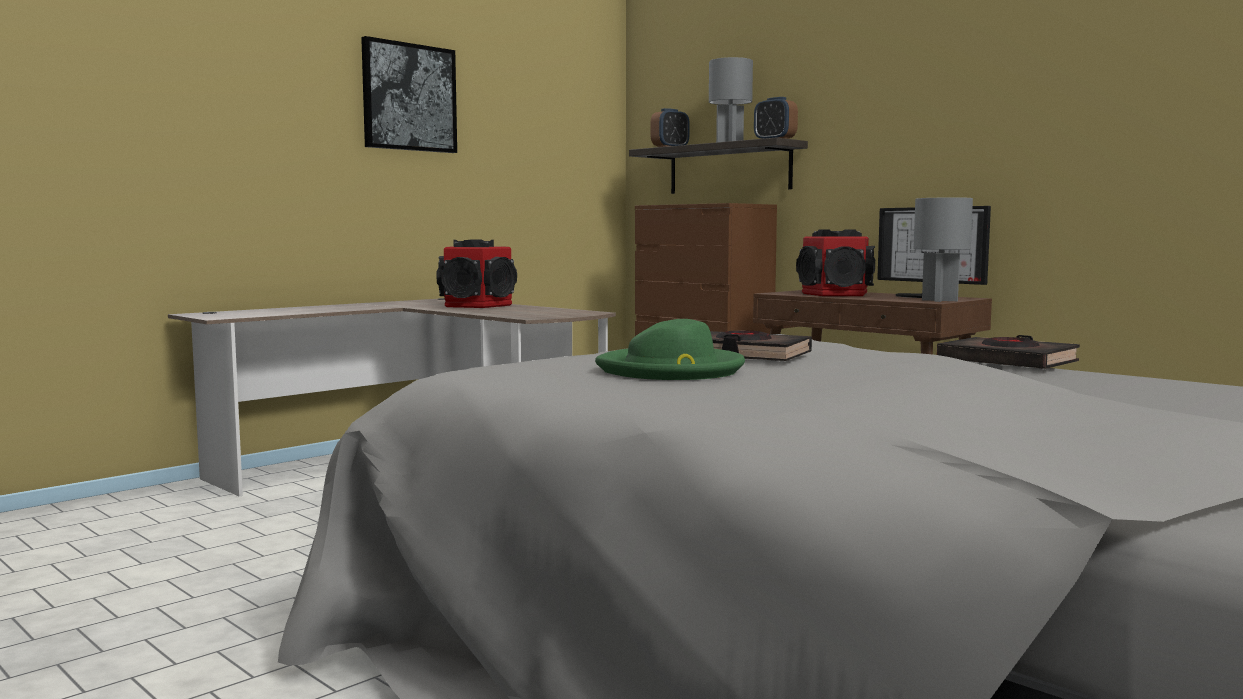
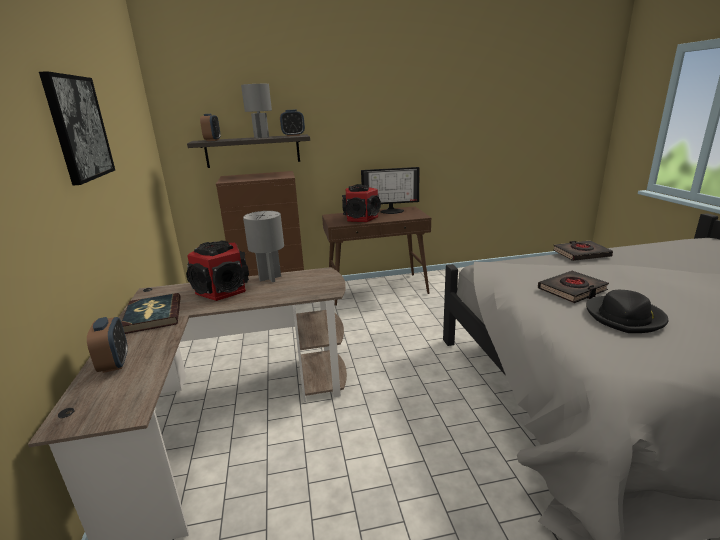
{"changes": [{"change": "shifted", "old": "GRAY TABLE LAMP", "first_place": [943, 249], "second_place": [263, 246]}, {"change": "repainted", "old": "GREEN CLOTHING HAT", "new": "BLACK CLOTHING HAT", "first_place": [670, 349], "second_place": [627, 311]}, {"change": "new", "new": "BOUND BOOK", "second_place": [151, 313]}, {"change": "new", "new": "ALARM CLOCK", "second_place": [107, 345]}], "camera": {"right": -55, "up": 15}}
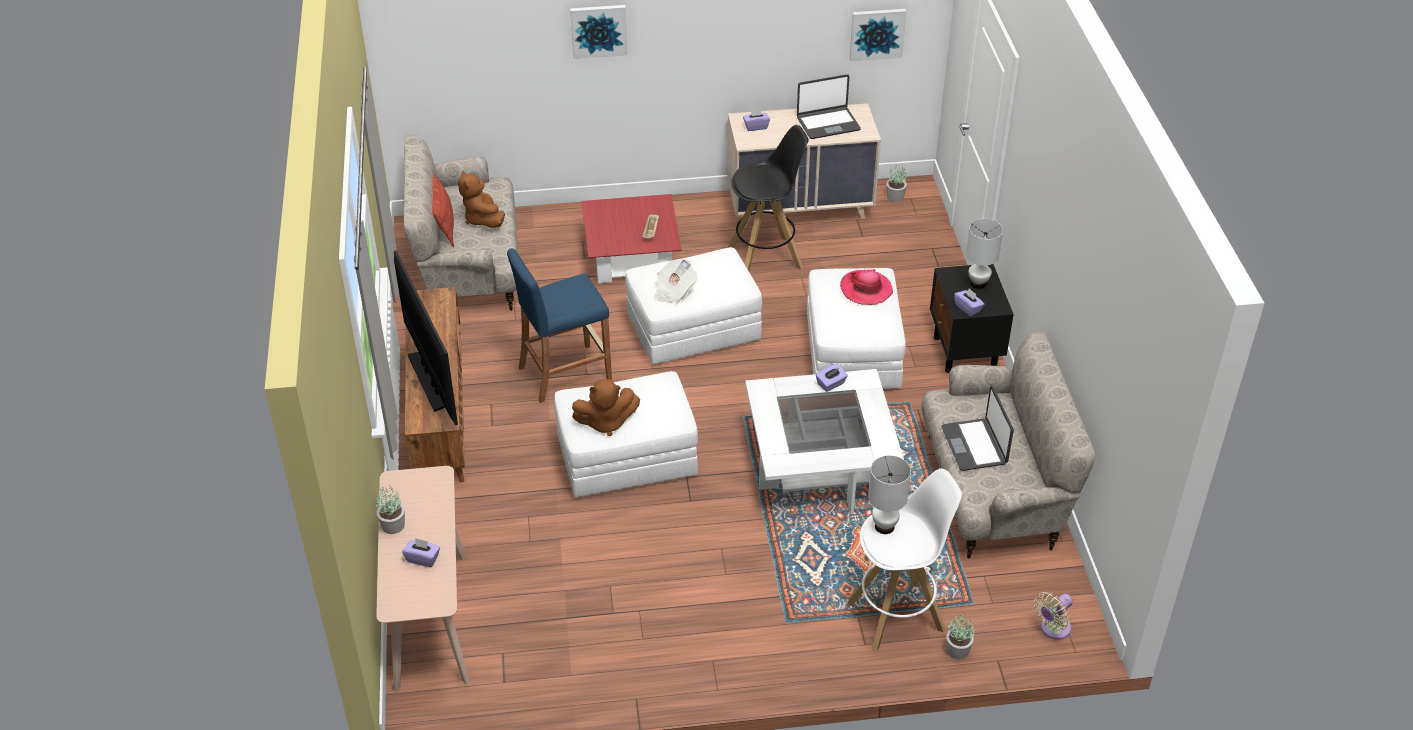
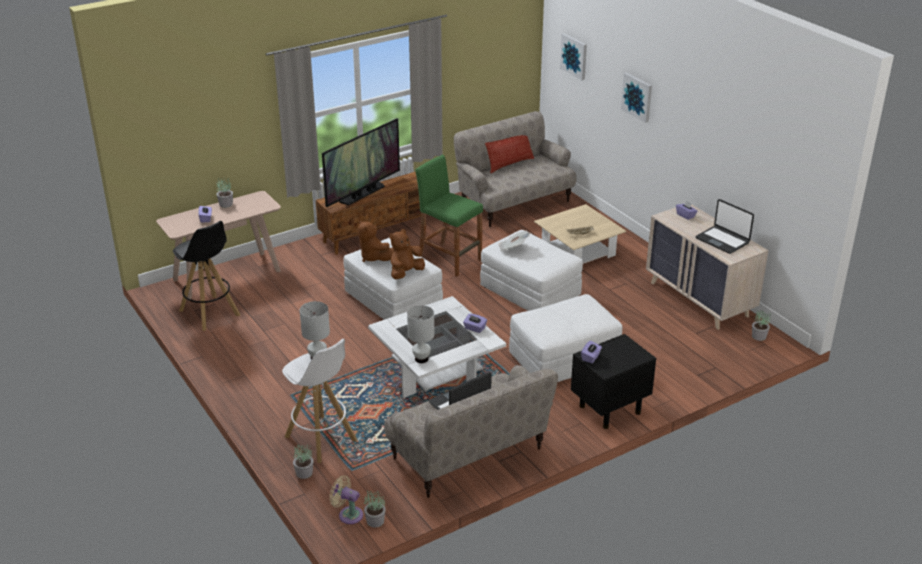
{"changes": [{"change": "shifted", "old": "PICTURE", "first_place": [878, 35], "second_place": [573, 56]}, {"change": "shifted", "old": "BLACK STOOL", "first_place": [768, 198], "second_place": [206, 276]}, {"change": "shifted", "old": "BROWN-COLOURED CUDDLY TOY", "first_place": [481, 199], "second_place": [407, 254]}, {"change": "repainted", "old": "REDDISH LOUNGE TABLE", "new": "SAND-COLOURED LOUNGE TABLE", "first_place": [631, 238], "second_place": [580, 234]}, {"change": "shifted", "old": "WHITISH TABLE LAMP", "first_place": [984, 254], "second_place": [420, 334]}, {"change": "repainted", "old": "BLUISH STOOL", "new": "GREEN STOOL", "first_place": [559, 325], "second_place": [449, 215]}, {"change": "gone", "old": "CLOTHING HAT", "first_place": [866, 287]}, {"change": "new", "new": "POTTED PLANT", "second_place": [375, 509]}], "camera": {"right": 65, "up": -10}}
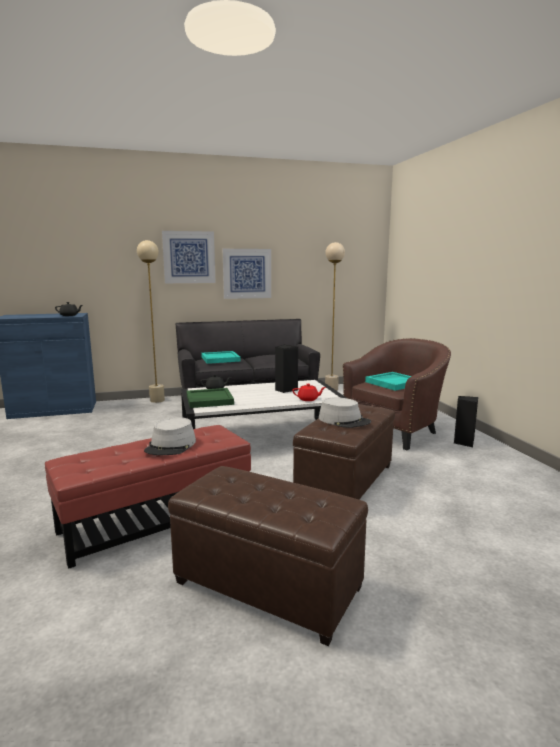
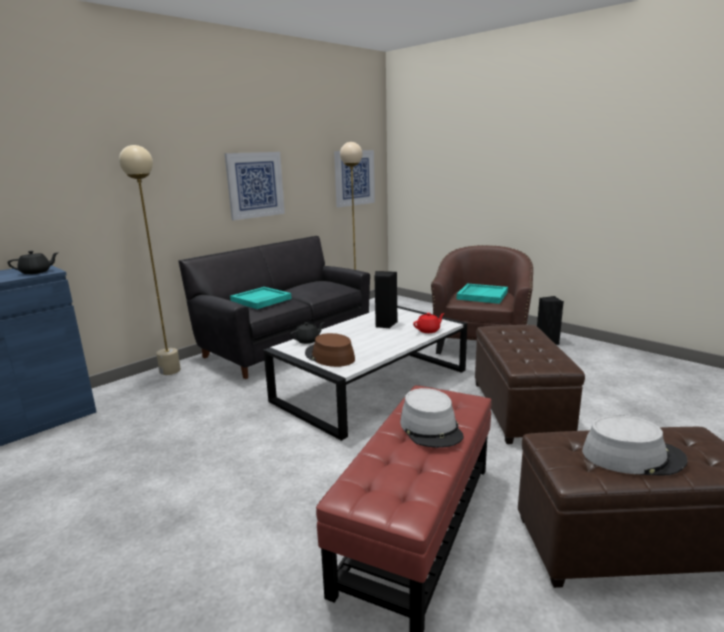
{"changes": [{"change": "shifted", "old": "PICTURE", "first_place": [189, 257], "second_place": [354, 178]}, {"change": "swapped", "old": "GREEN SERVING TRAY", "new": "BROWN-COLOURED CLOTHING HAT", "first_place": [210, 398], "second_place": [330, 350]}, {"change": "shifted", "old": "GRAY CLOTHING HAT", "first_place": [345, 413], "second_place": [635, 446]}], "camera": {"right": -30, "up": 5}}
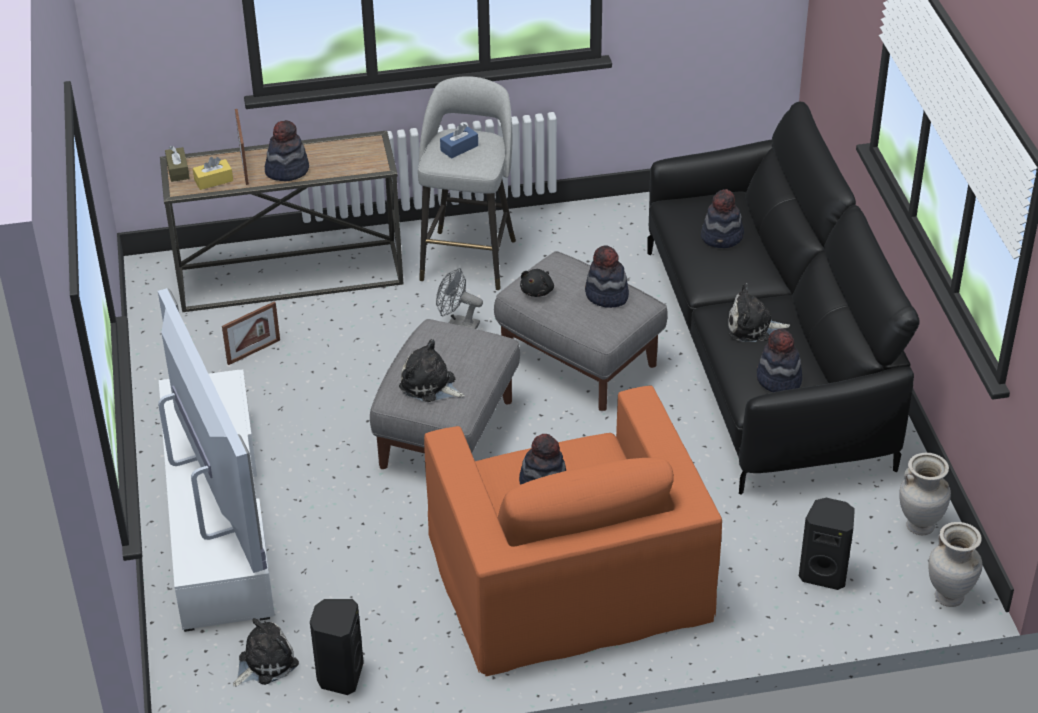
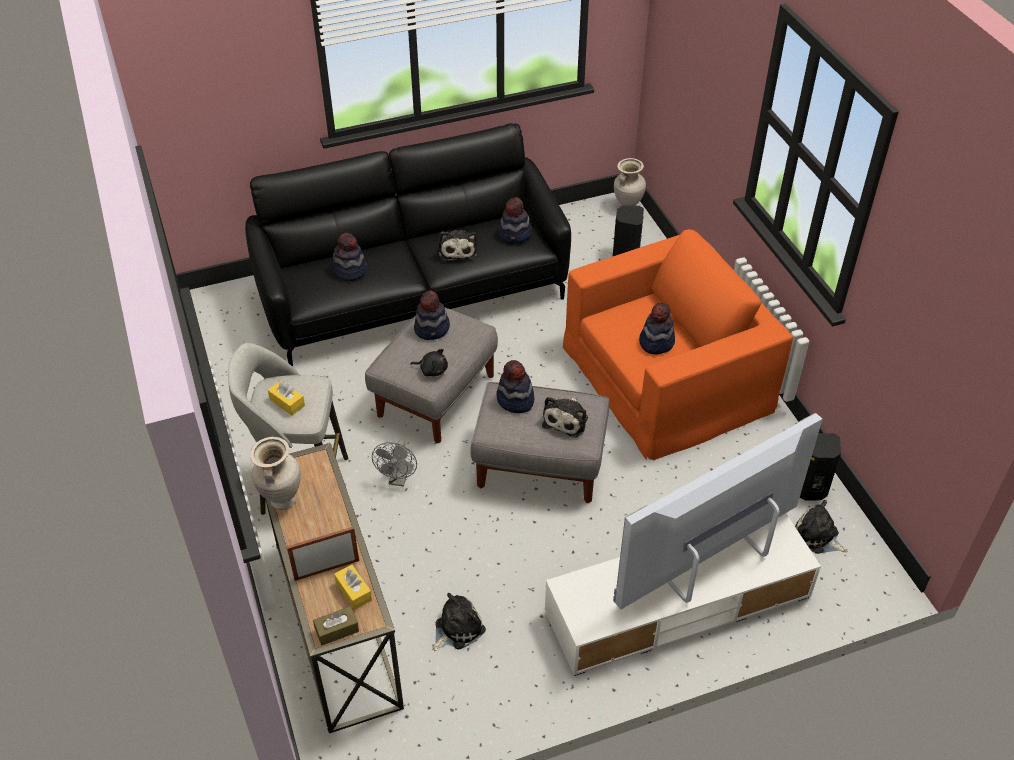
{"changes": [{"change": "shifted", "old": "CLOTHING HAT", "first_place": [287, 150], "second_place": [515, 386]}, {"change": "repainted", "old": "BLUISH TISSUE HOLDER", "new": "YELLOW-COLOURED TISSUE HOLDER", "first_place": [459, 141], "second_place": [286, 398]}, {"change": "swapped", "old": "PHOTO FRAME", "new": "CUDDLY TOY", "first_place": [251, 333], "second_place": [459, 622]}, {"change": "shifted", "old": "SAND-COLOURED DECORATIVE VASE", "first_place": [925, 494], "second_place": [275, 473]}], "camera": {"right": -100, "up": 5}}
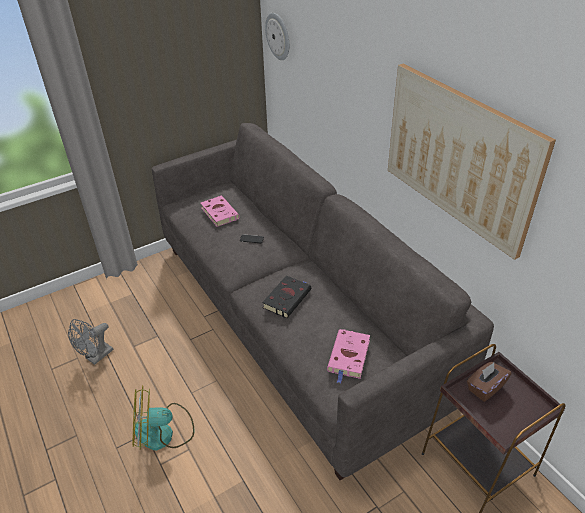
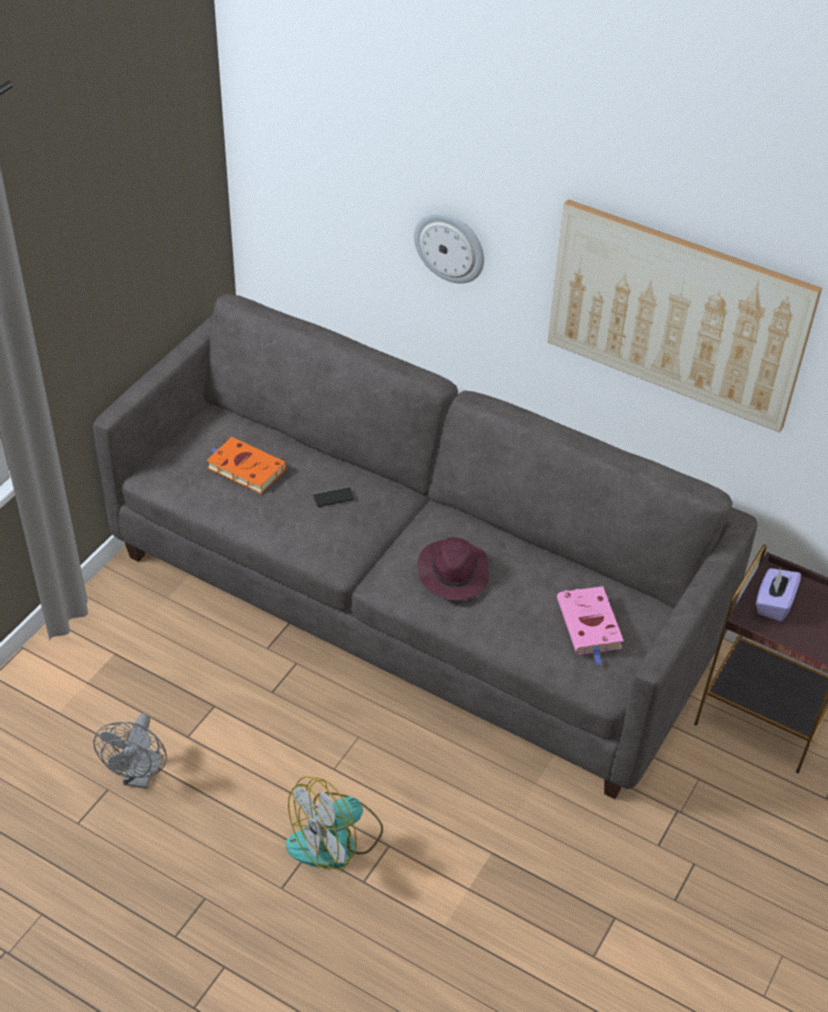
{"changes": [{"change": "shifted", "old": "HANGING CLOCK", "first_place": [277, 36], "second_place": [449, 248]}, {"change": "repainted", "old": "PINK BOUND BOOK", "new": "ORANGEY BOUND BOOK", "first_place": [220, 211], "second_place": [246, 465]}, {"change": "swapped", "old": "BLACK BOUND BOOK", "new": "PURPLE-COLOURED CLOTHING HAT", "first_place": [286, 297], "second_place": [453, 568]}, {"change": "repainted", "old": "BROWN-COLOURED TISSUE HOLDER", "new": "PURPLE-COLOURED TISSUE HOLDER", "first_place": [489, 382], "second_place": [778, 595]}], "camera": {"right": -30, "up": 5}}
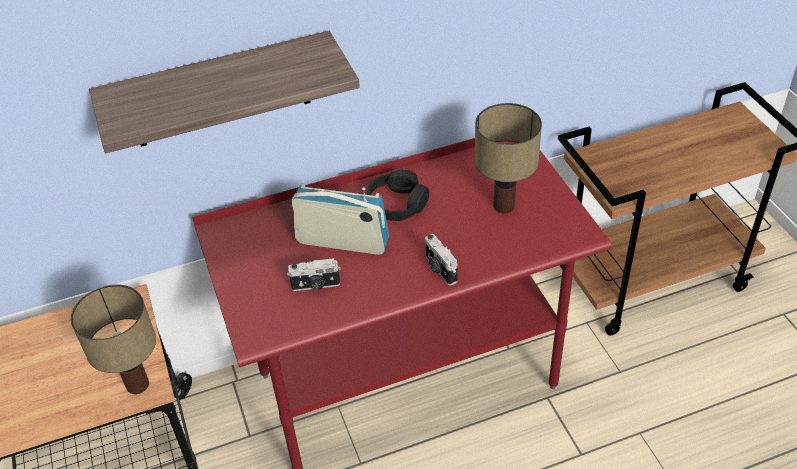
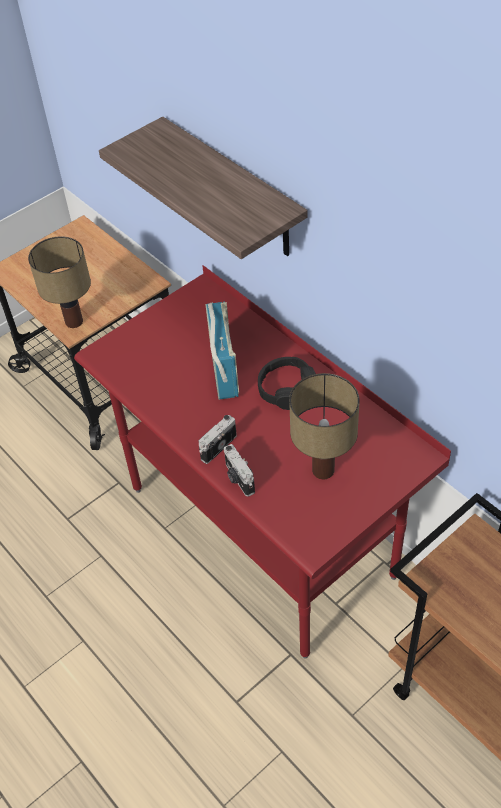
{"changes": [{"change": "shifted", "old": "STILL CAMERA", "first_place": [314, 274], "second_place": [239, 470]}], "camera": {"right": 70, "up": 5}}
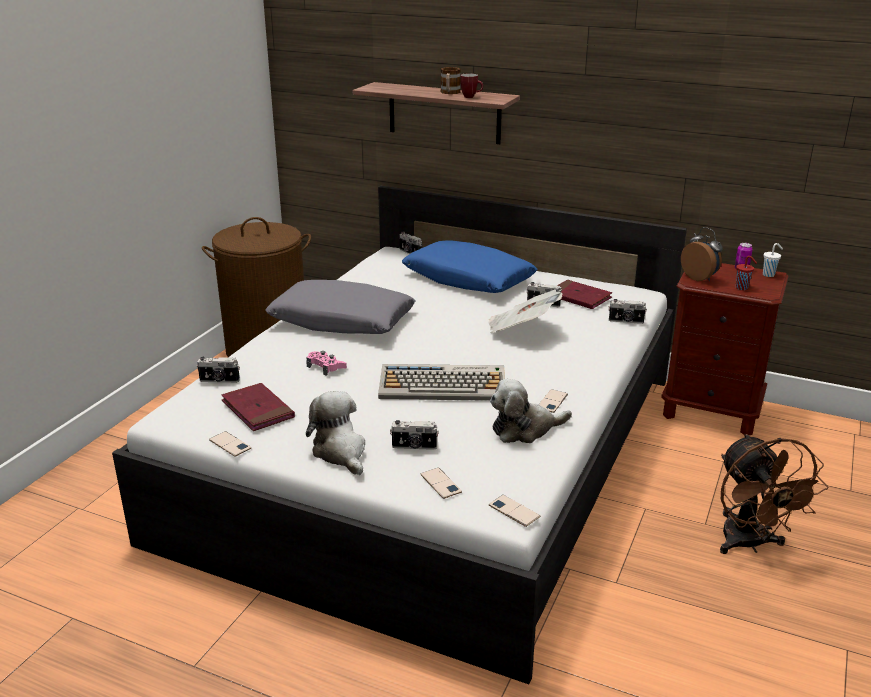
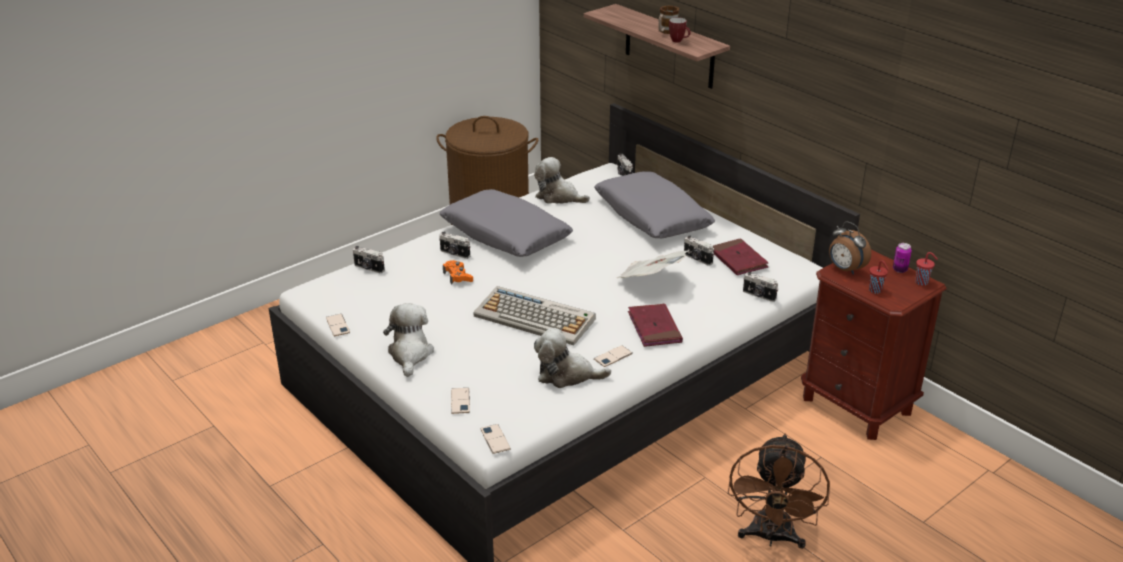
{"changes": [{"change": "rotated", "old": "ALARM CLOCK", "first_place": [702, 254], "second_place": [850, 248], "degrees": 150}, {"change": "repainted", "old": "BLUISH CUSHION", "new": "GRAY CUSHION", "first_place": [470, 267], "second_place": [654, 204]}, {"change": "repainted", "old": "WHITISH DRINKING CUP", "new": "REDDISH DRINKING CUP", "first_place": [773, 260], "second_place": [926, 269]}, {"change": "repainted", "old": "PINK JOYPAD", "new": "ORANGEY JOYPAD", "first_place": [326, 363], "second_place": [458, 272]}, {"change": "shifted", "old": "REDDISH BOUND BOOK", "first_place": [258, 407], "second_place": [655, 325]}, {"change": "shifted", "old": "STILL CAMERA", "first_place": [414, 435], "second_place": [454, 245]}, {"change": "new", "new": "CUDDLY TOY", "second_place": [562, 180]}], "camera": {"right": 25, "up": 5}}
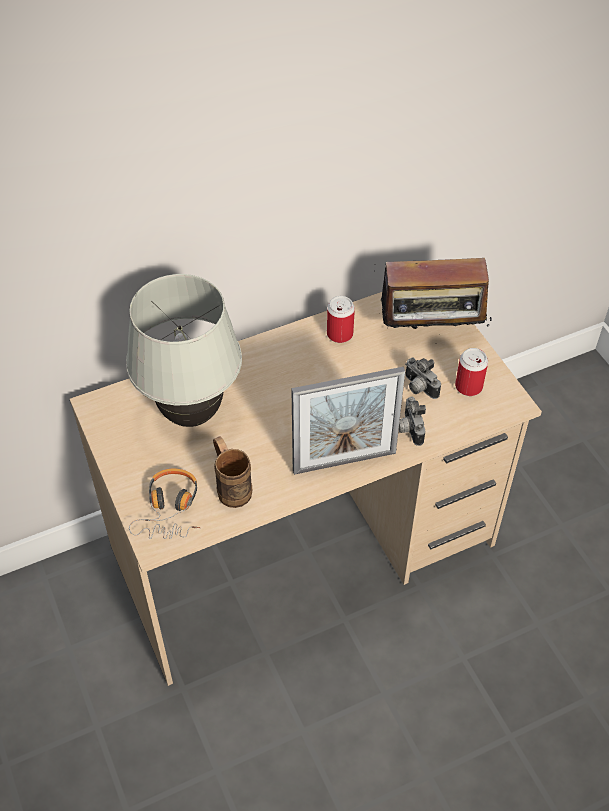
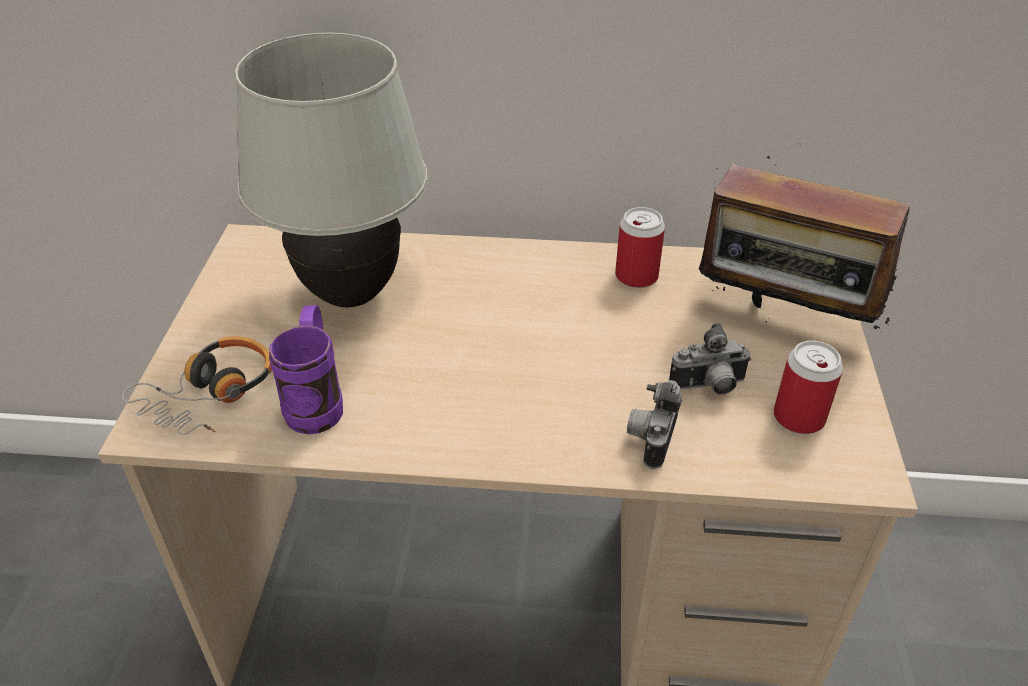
{"changes": [{"change": "rotated", "old": "STILL CAMERA", "first_place": [423, 378], "second_place": [710, 358], "degrees": -90}, {"change": "gone", "old": "PHOTO FRAME", "first_place": [348, 421]}, {"change": "repainted", "old": "BROWN-COLOURED TEA MUG", "new": "PURPLE-COLOURED TEA MUG", "first_place": [232, 472], "second_place": [306, 369]}], "camera": {"right": 30, "up": -10}}
